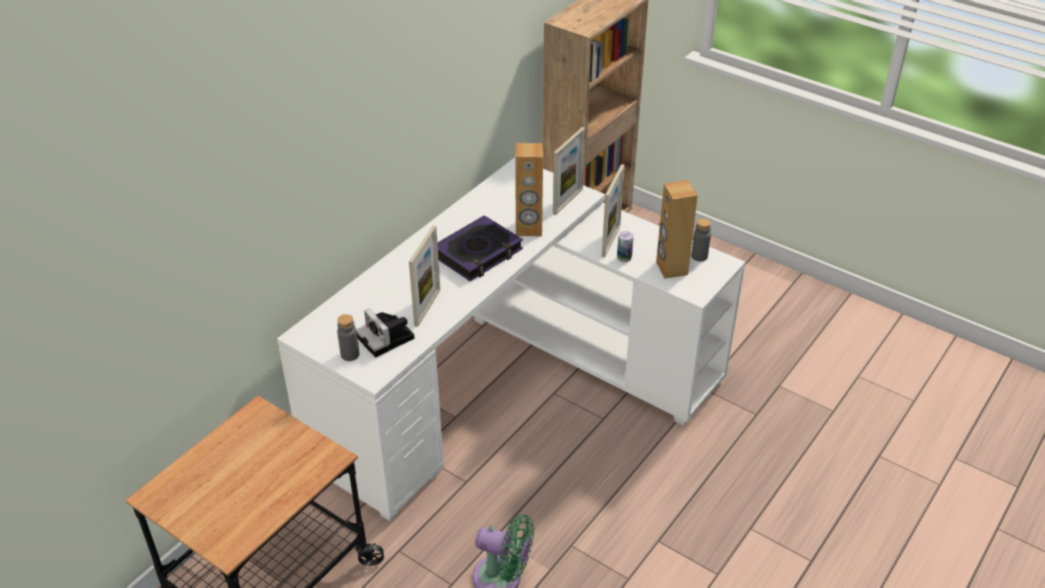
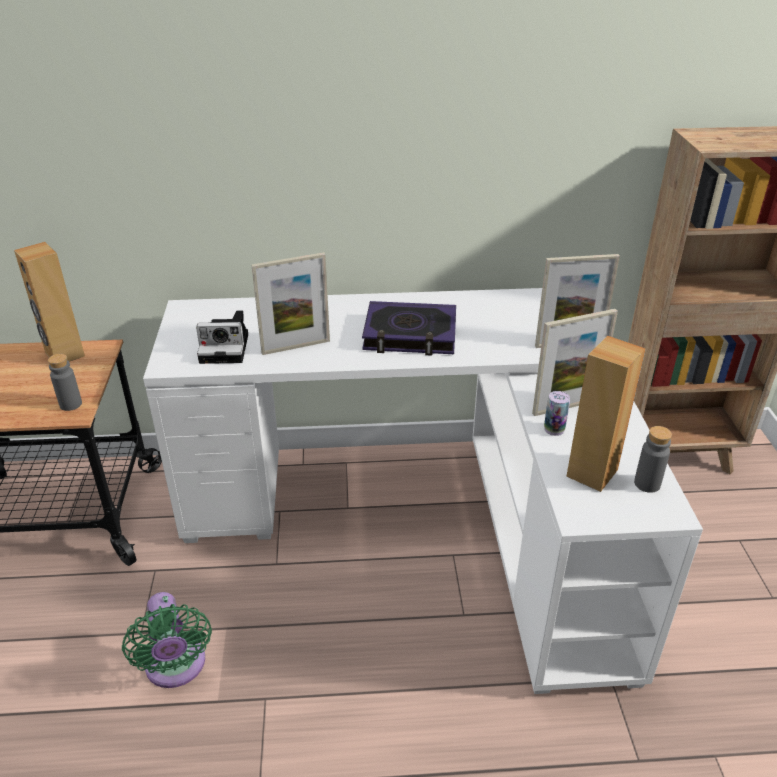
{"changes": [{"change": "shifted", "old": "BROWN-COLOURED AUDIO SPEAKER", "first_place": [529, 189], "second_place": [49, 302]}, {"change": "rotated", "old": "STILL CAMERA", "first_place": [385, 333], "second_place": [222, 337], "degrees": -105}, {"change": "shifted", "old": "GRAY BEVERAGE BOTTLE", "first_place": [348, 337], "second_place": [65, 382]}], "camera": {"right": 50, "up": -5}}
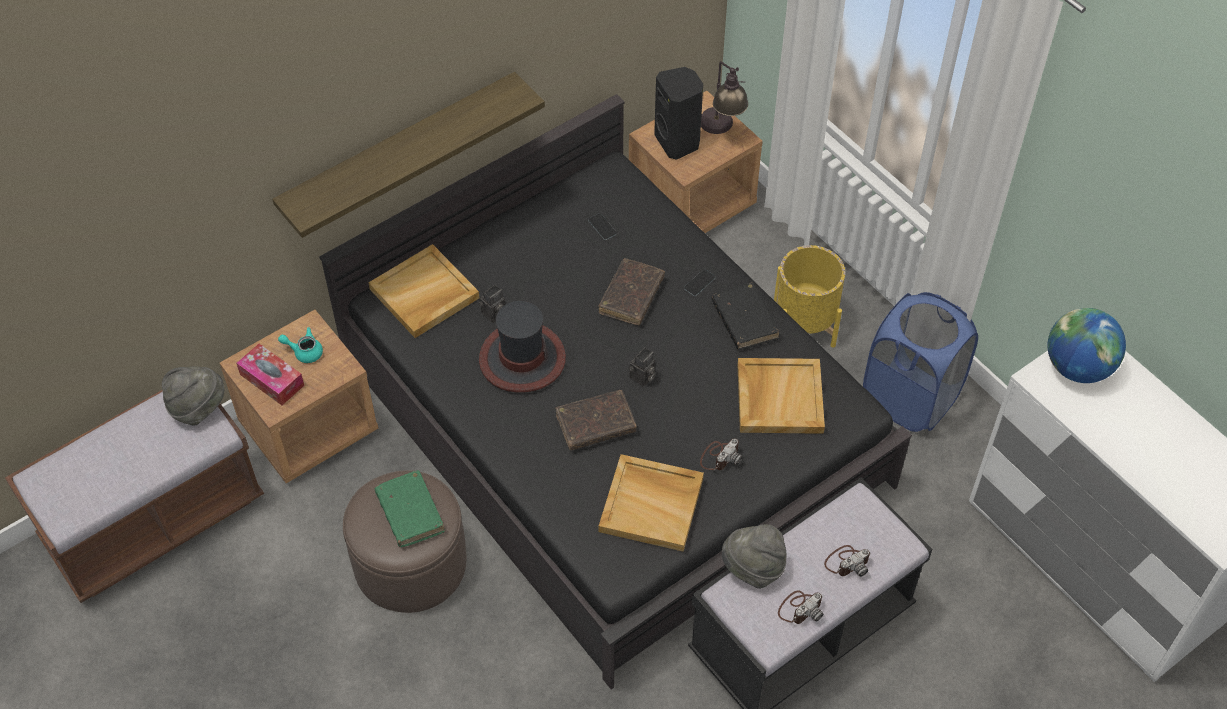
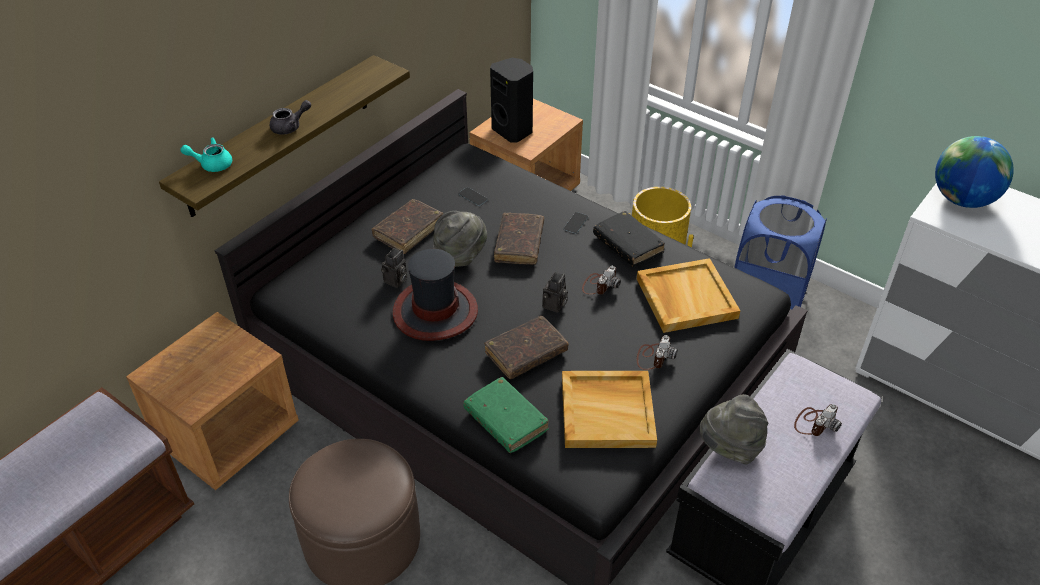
{"changes": [{"change": "gone", "old": "TABLE LAMP", "first_place": [724, 97]}, {"change": "gone", "old": "SAND-COLOURED SERVING TRAY", "first_place": [423, 291]}, {"change": "shifted", "old": "BLUE-GREEN TEAPOT", "first_place": [300, 345], "second_place": [206, 154]}, {"change": "gone", "old": "TISSUE HOLDER", "first_place": [270, 374]}, {"change": "shifted", "old": "GRAY CLOTHING HAT", "first_place": [193, 395], "second_place": [460, 239]}, {"change": "shifted", "old": "GREEN BOUND BOOK", "first_place": [410, 508], "second_place": [506, 415]}, {"change": "shifted", "old": "STILL CAMERA", "first_place": [800, 607], "second_place": [601, 280]}, {"change": "new", "new": "GRAY TEAPOT", "second_place": [290, 117]}, {"change": "new", "new": "BROWN-COLOURED BOUND BOOK", "second_place": [407, 226]}], "camera": {"right": -15, "up": -10}}
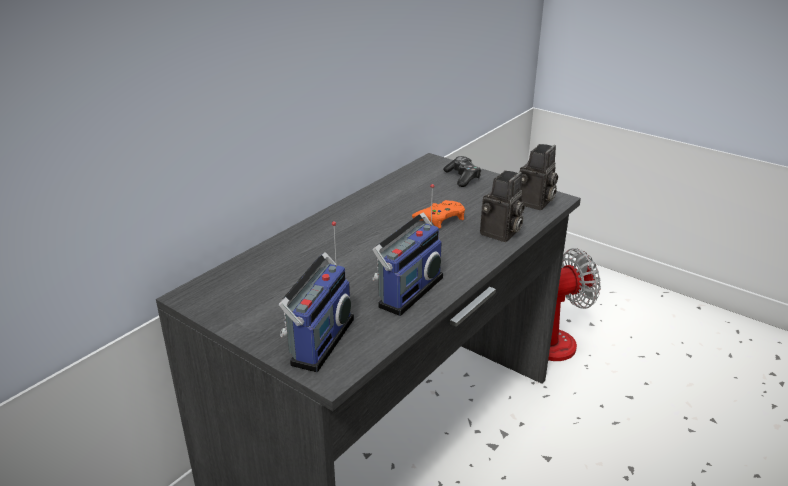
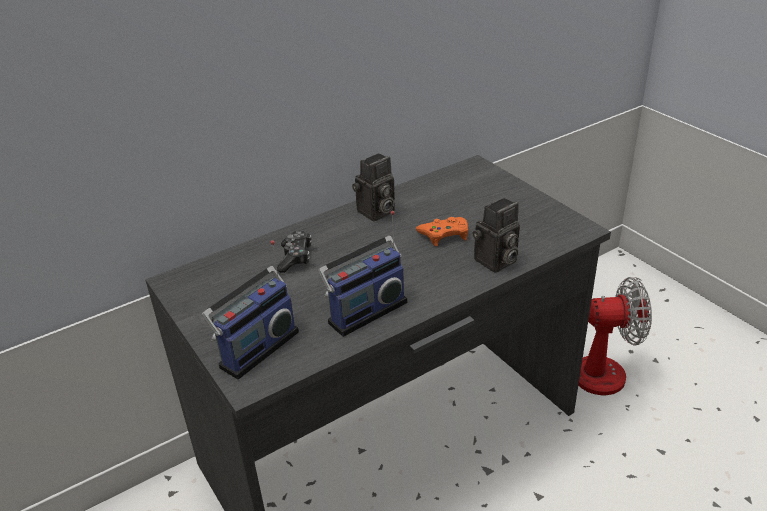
{"changes": [{"change": "shifted", "old": "STILL CAMERA", "first_place": [539, 177], "second_place": [373, 187]}, {"change": "shifted", "old": "JOYPAD", "first_place": [462, 171], "second_place": [294, 251]}], "camera": {"right": 20, "up": 5}}
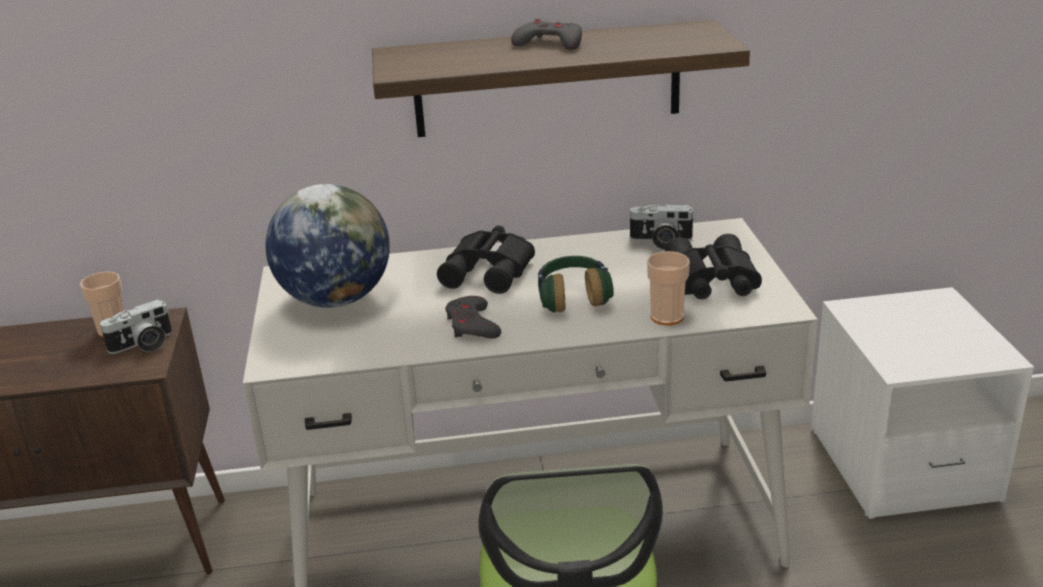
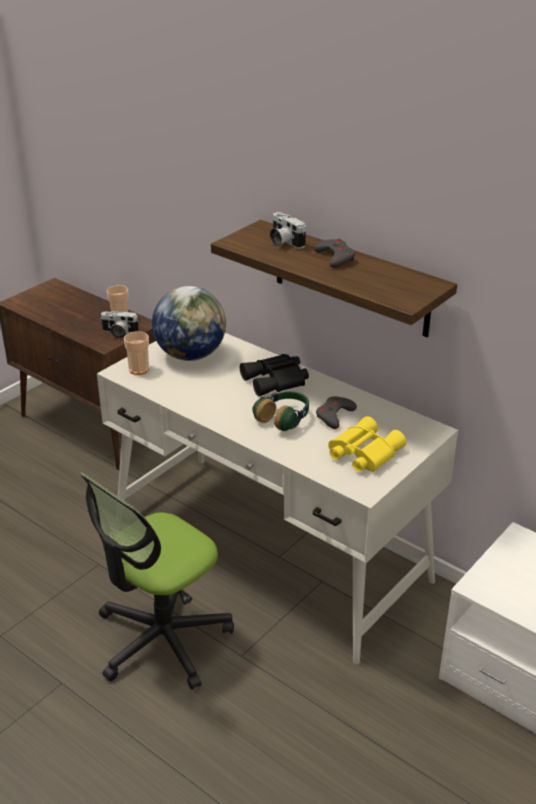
{"changes": [{"change": "shifted", "old": "STILL CAMERA", "first_place": [661, 227], "second_place": [288, 230]}, {"change": "repainted", "old": "BLACK PAIR OF BINOCULARS", "new": "YELLOW-COLOURED PAIR OF BINOCULARS", "first_place": [713, 266], "second_place": [367, 444]}, {"change": "shifted", "old": "DRINKING CUP", "first_place": [668, 288], "second_place": [136, 353]}, {"change": "shifted", "old": "GRAY JOYPAD", "first_place": [473, 317], "second_place": [336, 412]}], "camera": {"right": 45, "up": 5}}
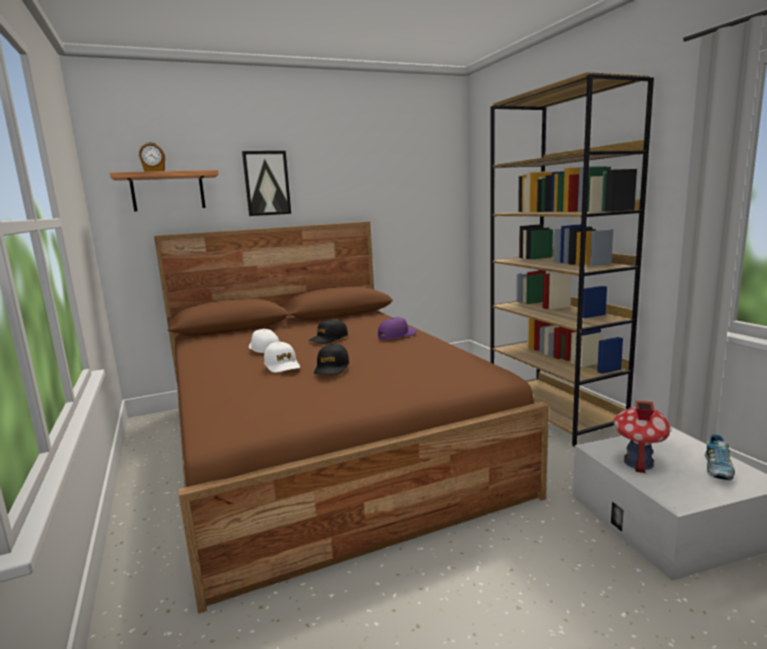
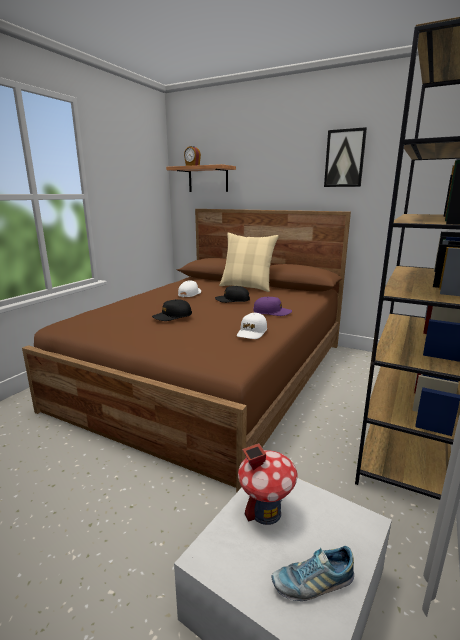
{"changes": [{"change": "shifted", "old": "PICTURE", "first_place": [266, 183], "second_place": [345, 157]}, {"change": "shifted", "old": "WHITISH BASEBALL CAP", "first_place": [282, 357], "second_place": [252, 326]}, {"change": "new", "new": "SAND-COLOURED CUSHION", "second_place": [249, 262]}], "camera": {"right": 50, "up": 5}}
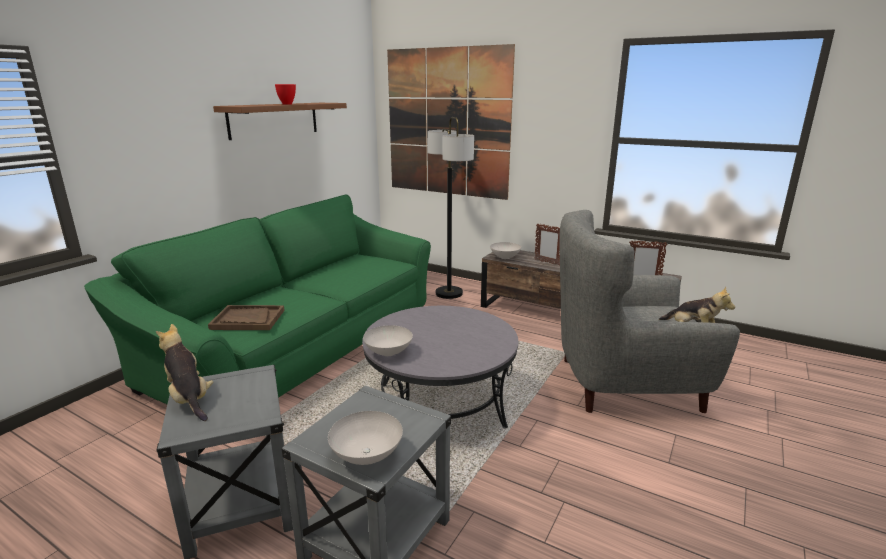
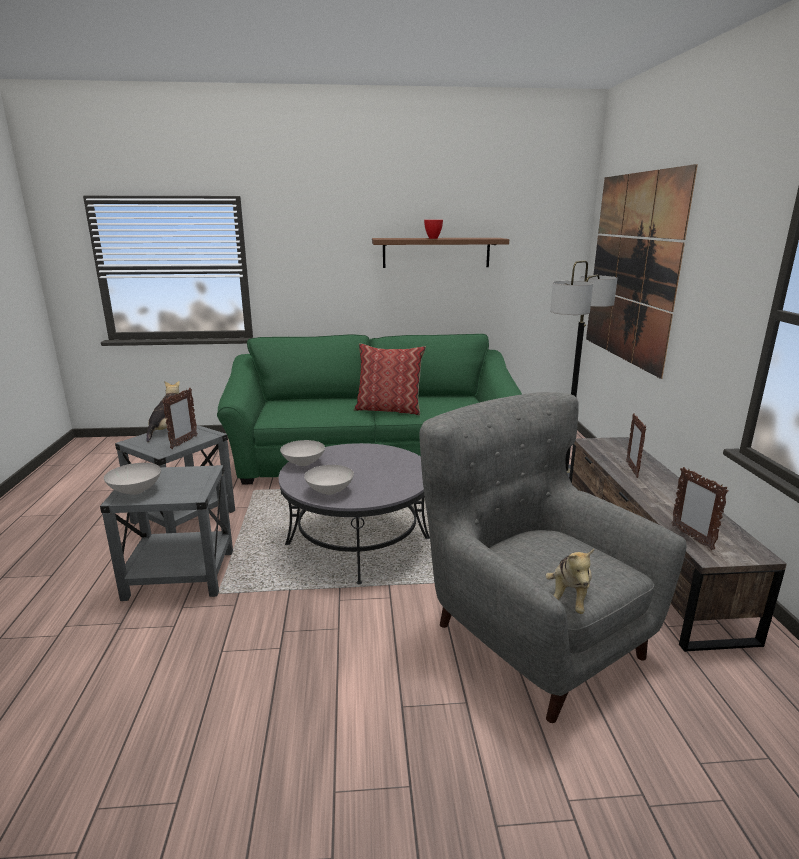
{"changes": [{"change": "shifted", "old": "WHITISH SERVING BOWL", "first_place": [505, 250], "second_place": [329, 480]}, {"change": "gone", "old": "BROWN-COLOURED SERVING TRAY", "first_place": [246, 317]}, {"change": "new", "new": "CUSHION", "second_place": [390, 379]}, {"change": "new", "new": "PHOTO FRAME", "second_place": [180, 418]}], "camera": {"right": 55, "up": 0}}
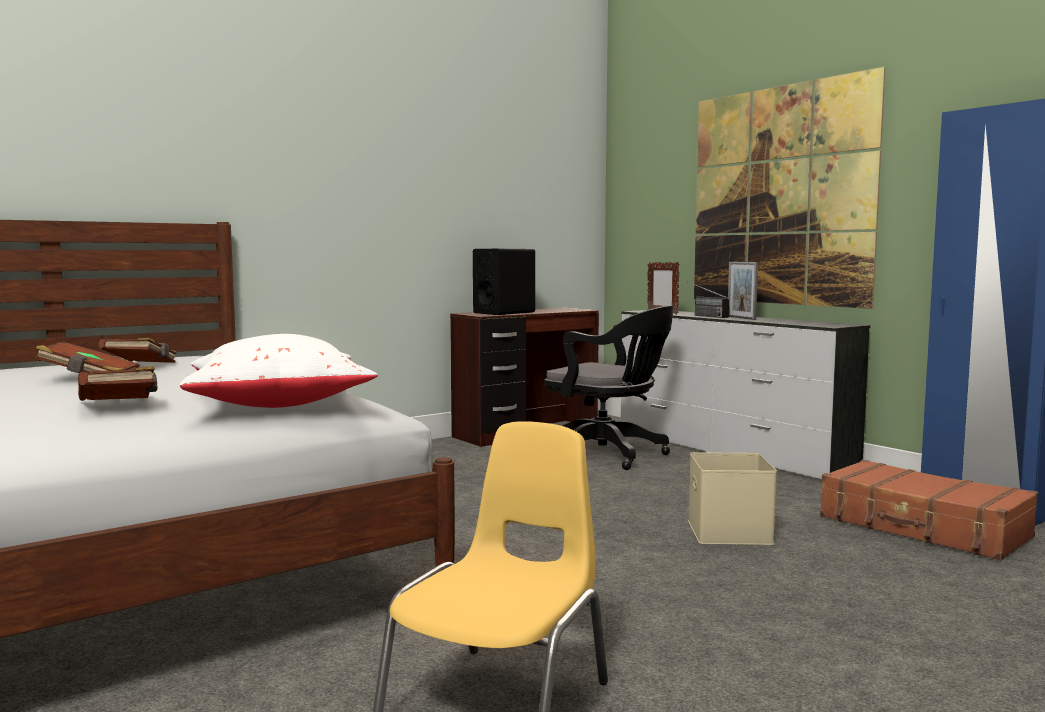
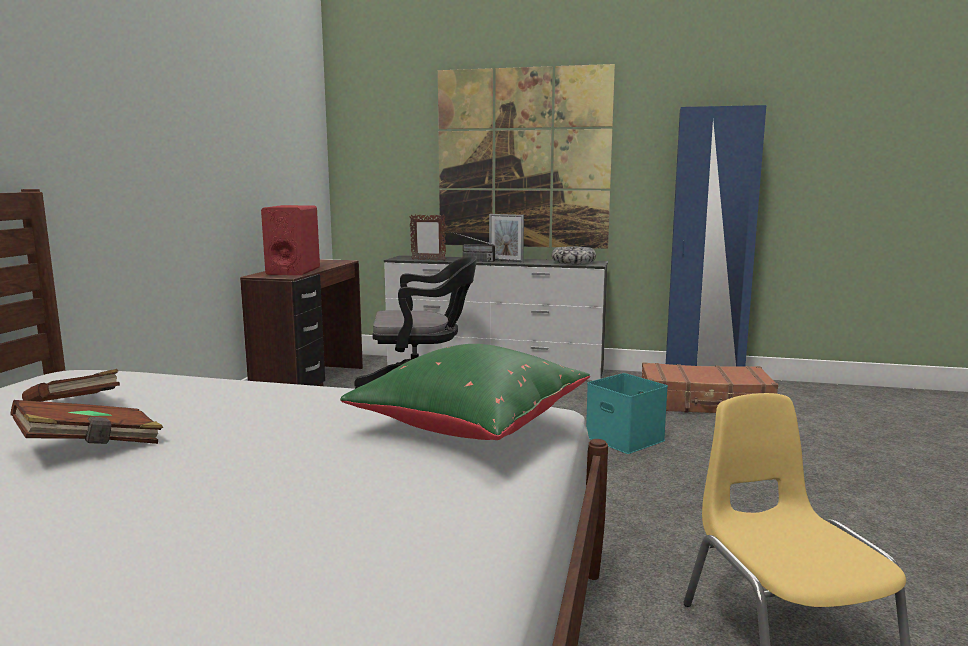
{"changes": [{"change": "repainted", "old": "BLACK AUDIO SPEAKER", "new": "REDDISH AUDIO SPEAKER", "first_place": [504, 282], "second_place": [290, 240]}, {"change": "repainted", "old": "WHITISH CUSHION", "new": "GREEN CUSHION", "first_place": [279, 371], "second_place": [465, 392]}, {"change": "gone", "old": "BROWN-COLOURED BOUND BOOK", "first_place": [117, 383]}, {"change": "repainted", "old": "SAND-COLOURED STORAGE CONTAINER", "new": "BLUE-GREEN STORAGE CONTAINER", "first_place": [732, 498], "second_place": [627, 413]}, {"change": "new", "new": "SERVING BOWL", "second_place": [574, 255]}], "camera": {"right": -40, "up": 5}}
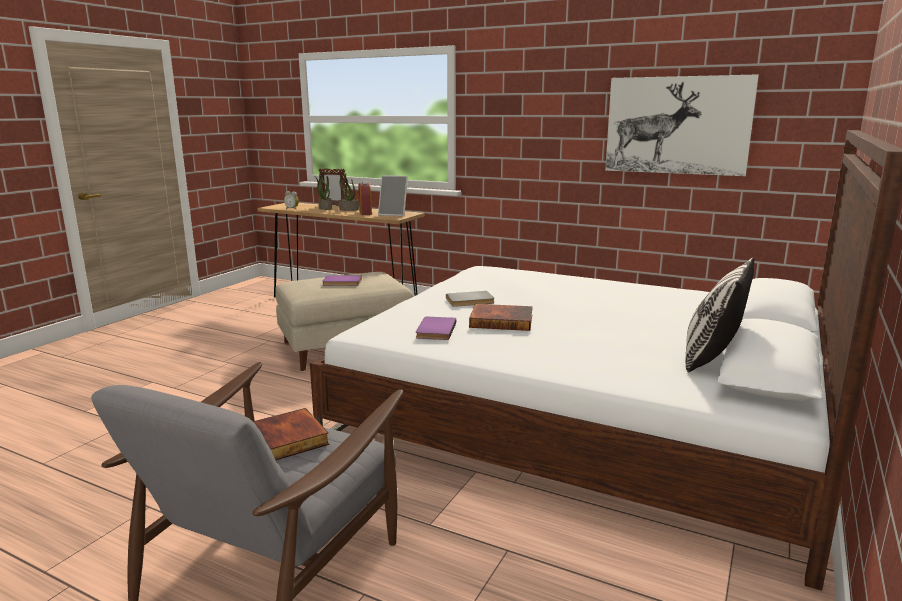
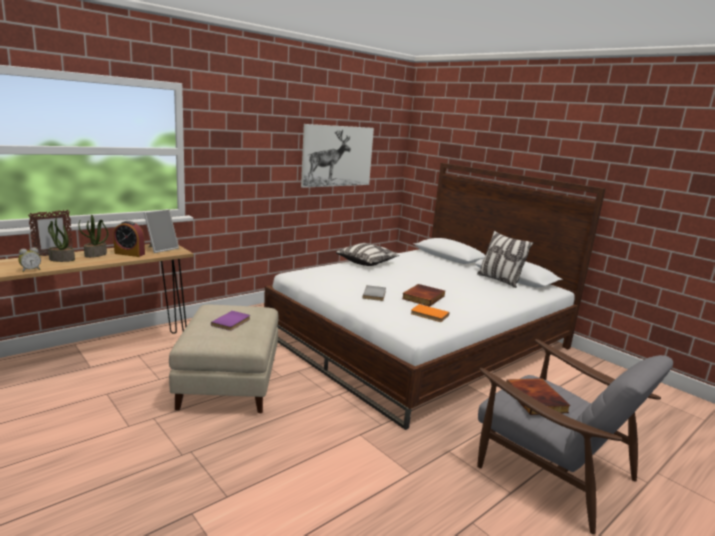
{"changes": [{"change": "repainted", "old": "PURPLE-COLOURED BOUND BOOK", "new": "ORANGEY BOUND BOOK", "first_place": [436, 328], "second_place": [430, 313]}, {"change": "new", "new": "CUSHION", "second_place": [367, 254]}], "camera": {"right": -70, "up": 0}}
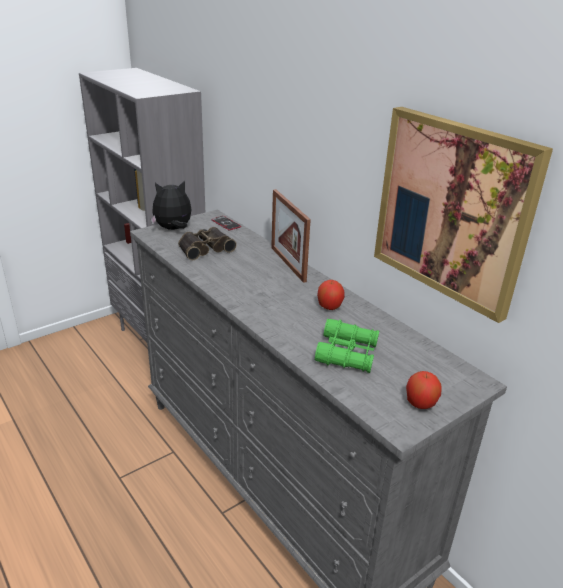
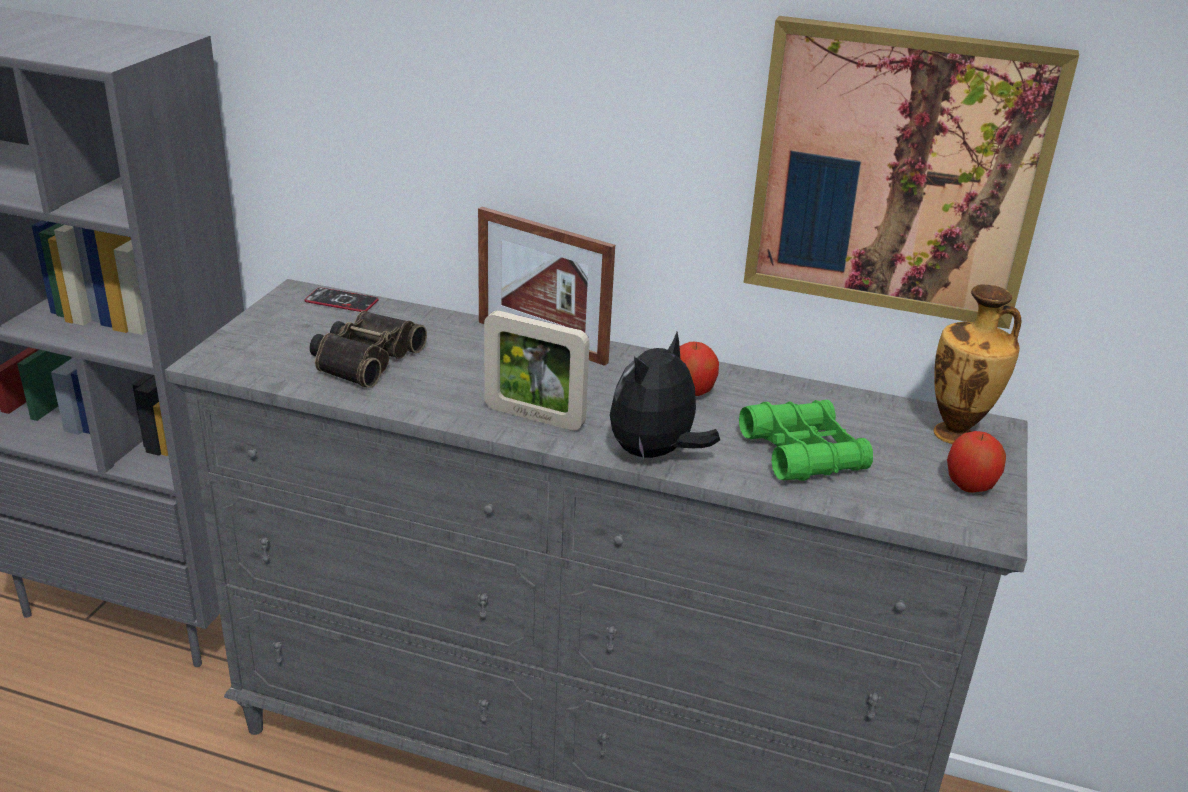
{"changes": [{"change": "shifted", "old": "CUDDLY TOY", "first_place": [171, 205], "second_place": [665, 395]}, {"change": "new", "new": "DECORATIVE VASE", "second_place": [977, 364]}, {"change": "new", "new": "PHOTO FRAME", "second_place": [537, 371]}], "camera": {"right": -35, "up": 0}}
